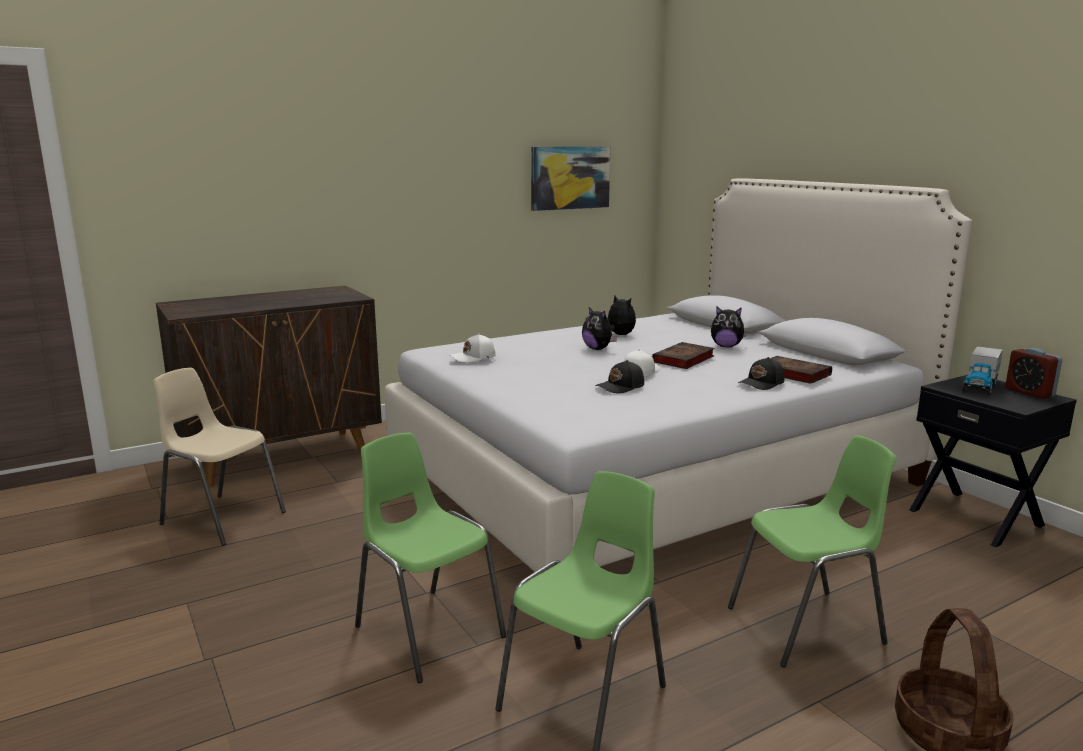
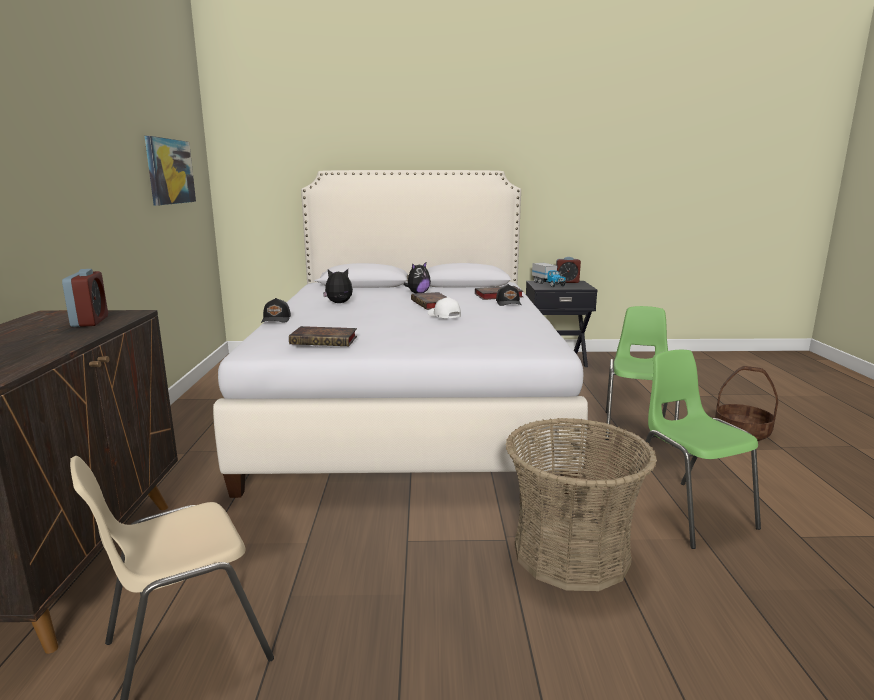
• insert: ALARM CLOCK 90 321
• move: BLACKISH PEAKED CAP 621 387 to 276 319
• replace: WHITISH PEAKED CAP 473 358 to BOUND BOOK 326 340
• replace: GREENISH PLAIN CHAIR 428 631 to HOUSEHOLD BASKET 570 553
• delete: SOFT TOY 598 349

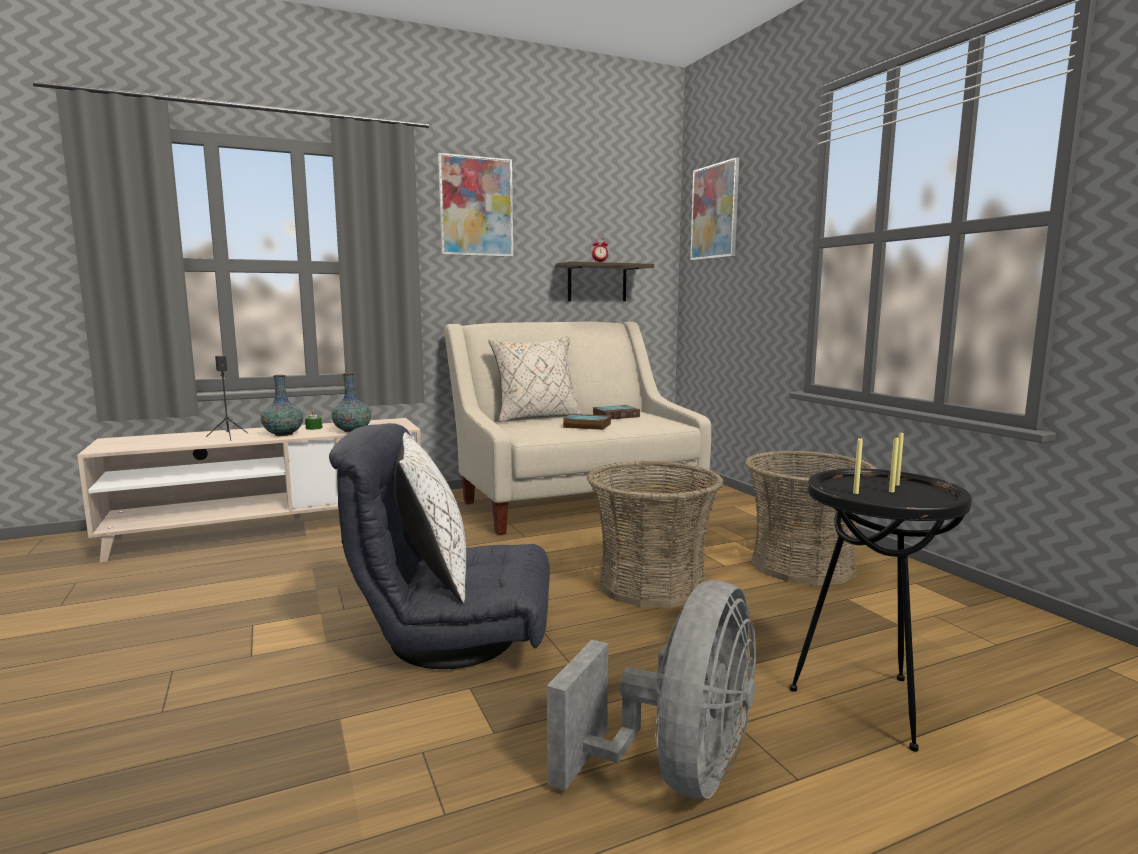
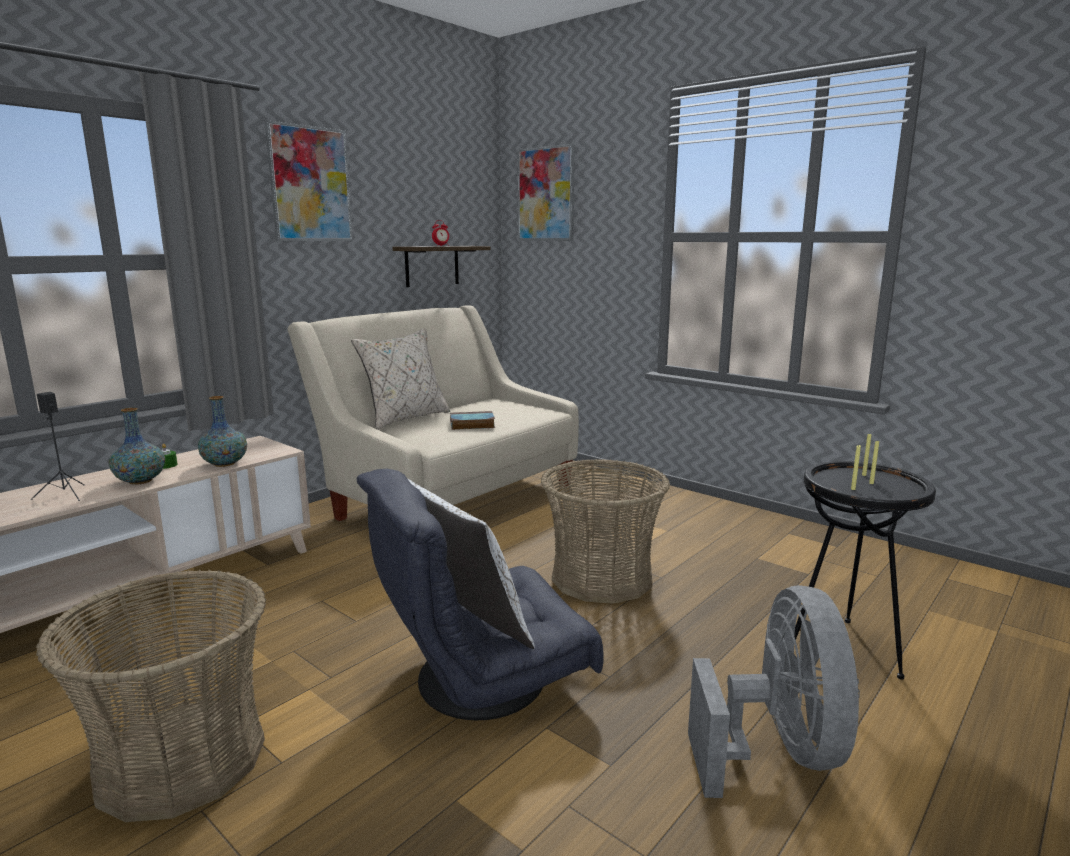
• move: HOUSEHOLD BASKET 802 564 to 181 759
• delete: BOUND BOOK 616 416

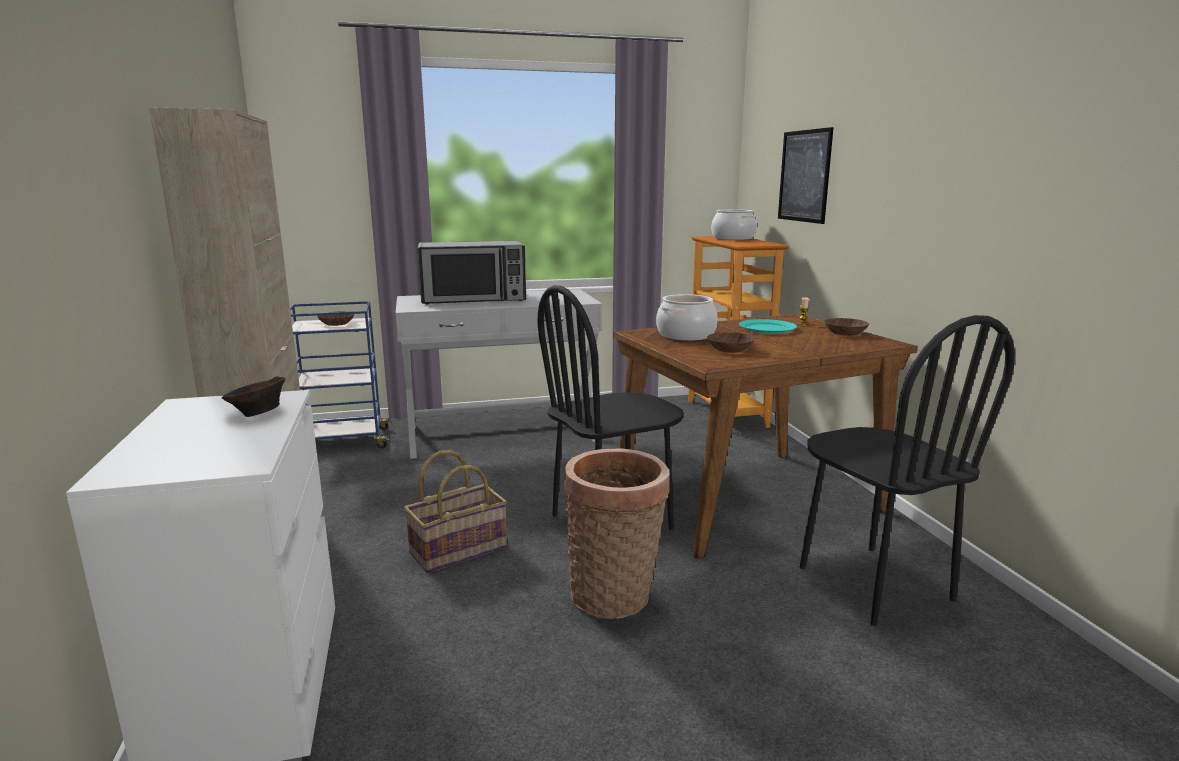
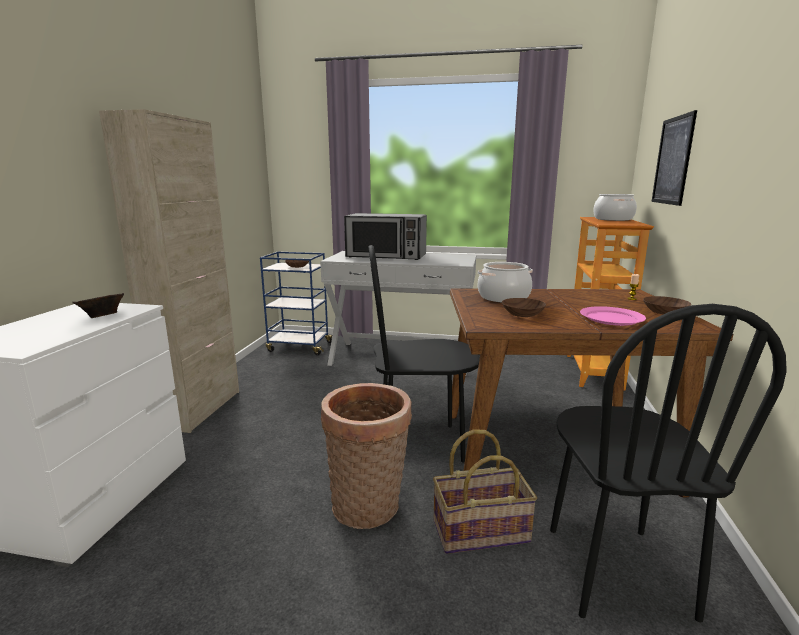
• move: HOUSEHOLD BASKET 458 549 to 480 530
• insert: PINKISH PLATE 611 318
• delete: TURQUOISE PLATE 767 329

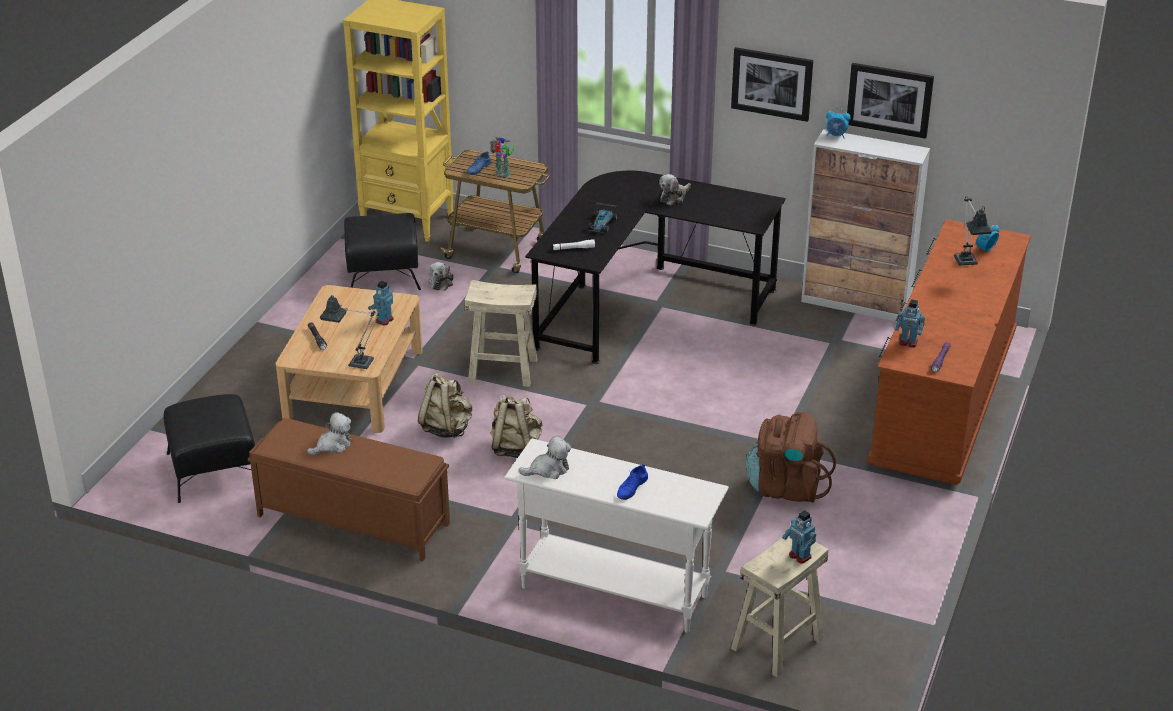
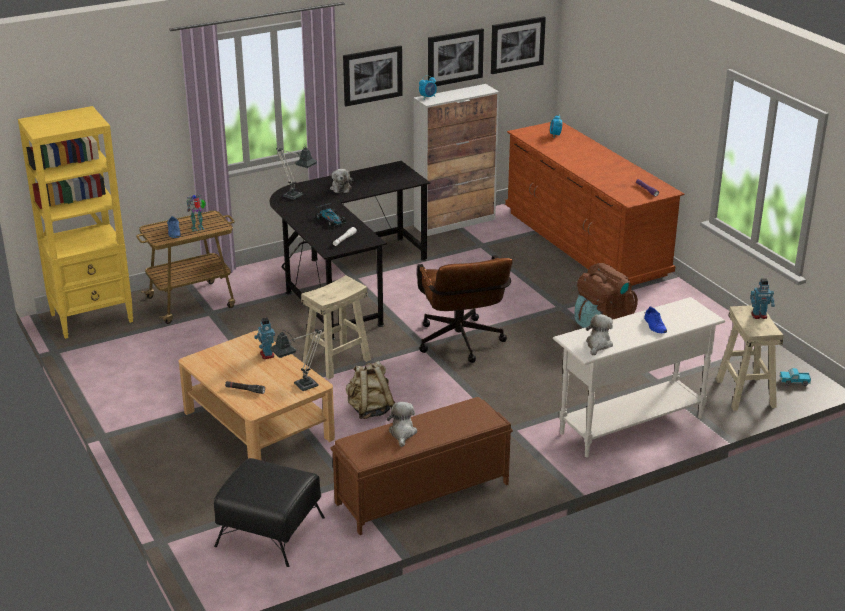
• move: TABLETOP LAMP 967 264 to 296 197
• insert: BROWN-COLOURED OFFICE CHAIR 461 345
• insert: WALL ART 517 44
• insert: TOY TRUCK 794 382
• delete: BLACKISH OTTOMAN 384 273
• delete: SOFT TOY 441 282
• delete: BEIGE-COLOURED BACKPACK 516 448
• delete: MODEL ROBOT 908 342

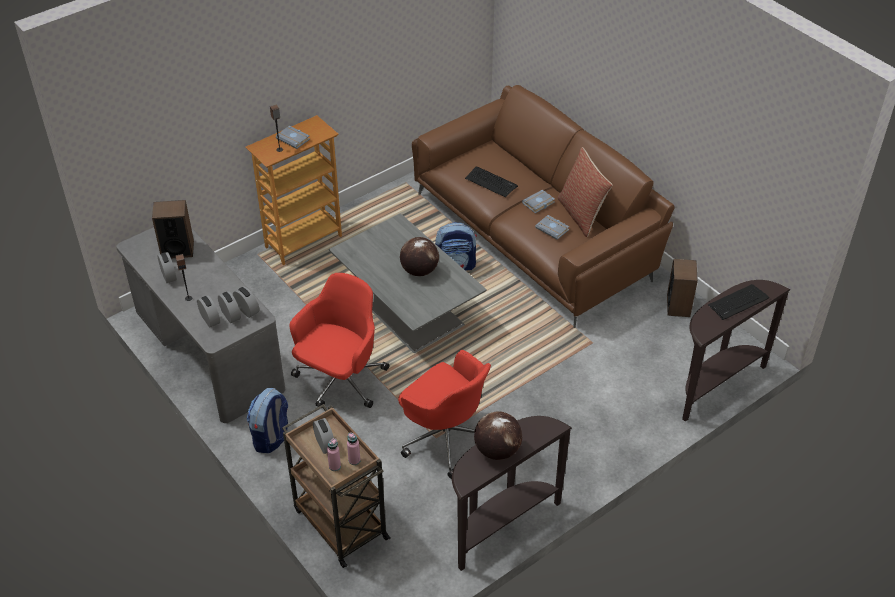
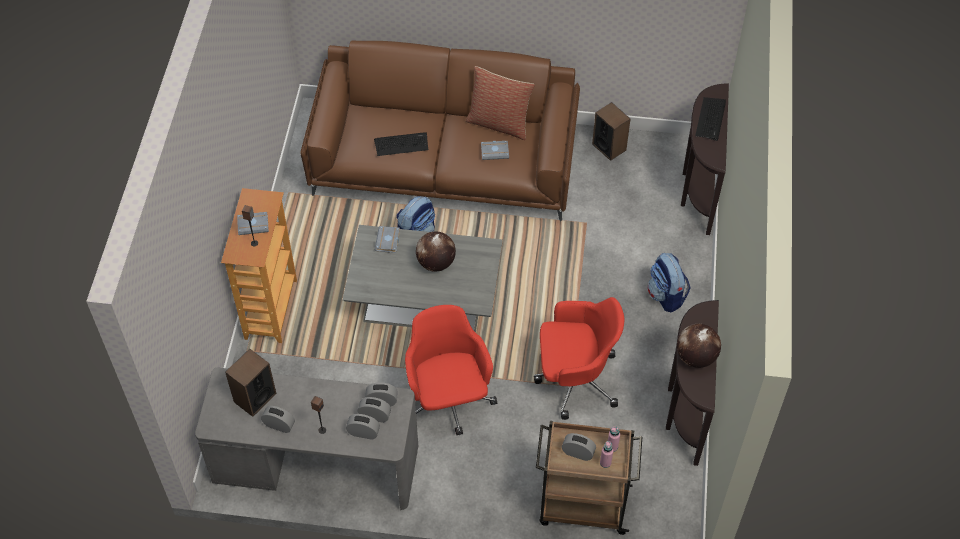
• move: GREYISH BOUND BOOK 538 204 to 388 241
• move: BACKPACK 271 438 to 666 296

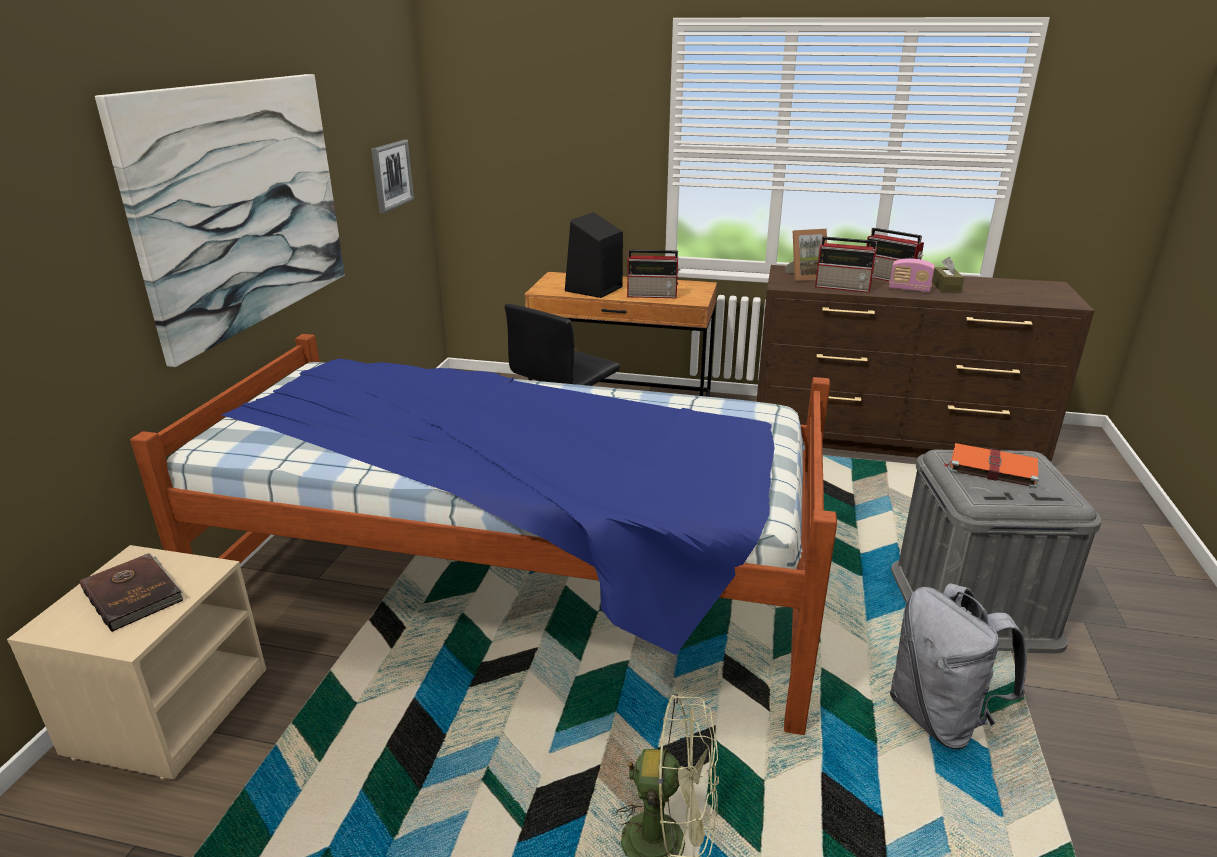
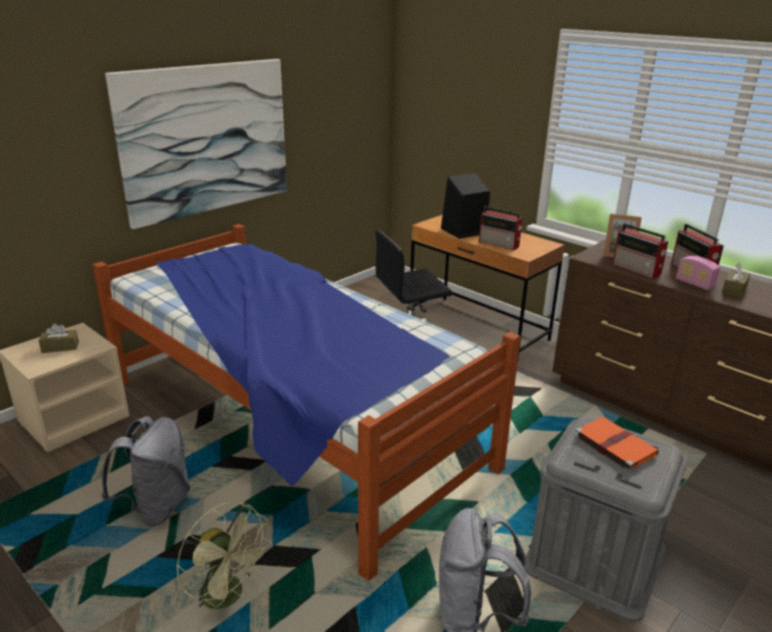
• replace: BROWN-COLOURED BOUND BOOK 134 593 to BROWN-COLOURED BOX OF TISSUES 60 347
• insert: GREYISH BACKPACK 156 507
• delete: WALL ART 391 175

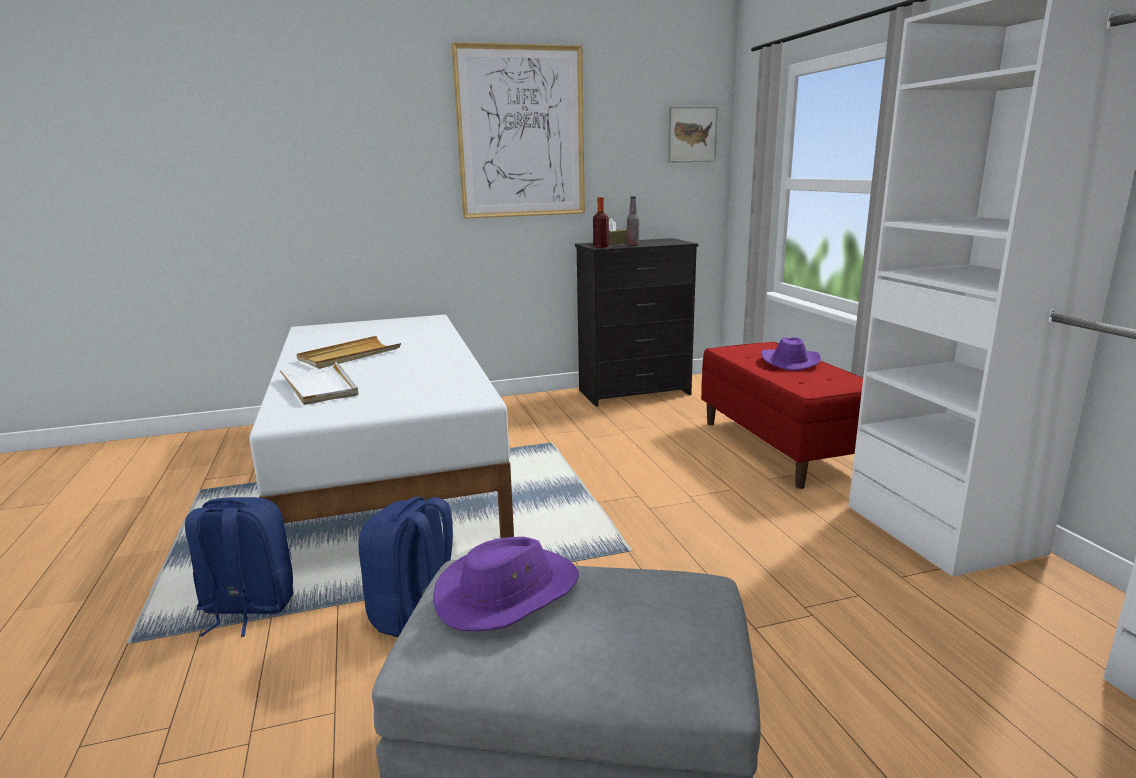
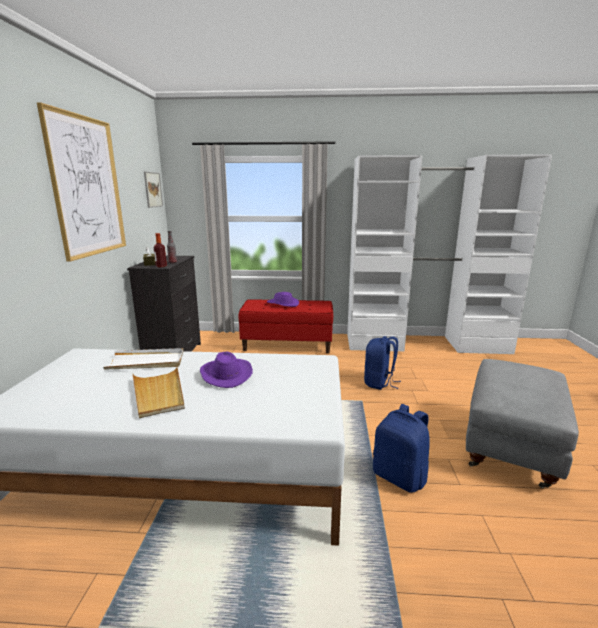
• move: WHITISH CARRYING TRAY 320 387 to 146 362
• move: PURPLISH WEARABLE HAT 507 592 to 225 374
• move: BLUE BACKPACK 246 608 to 379 383

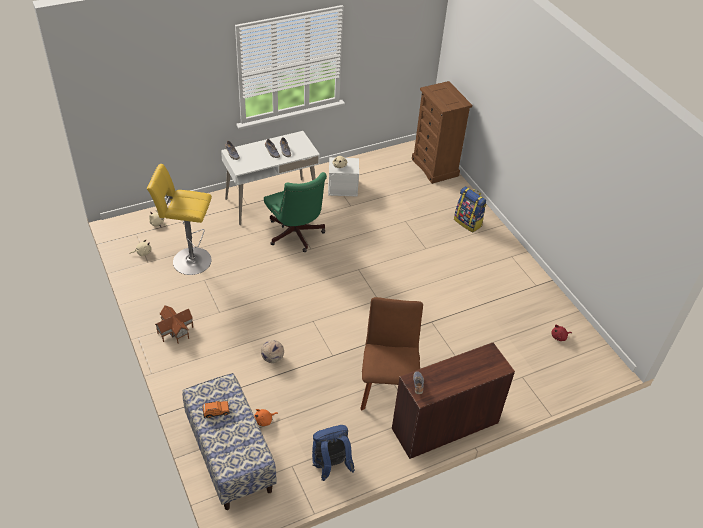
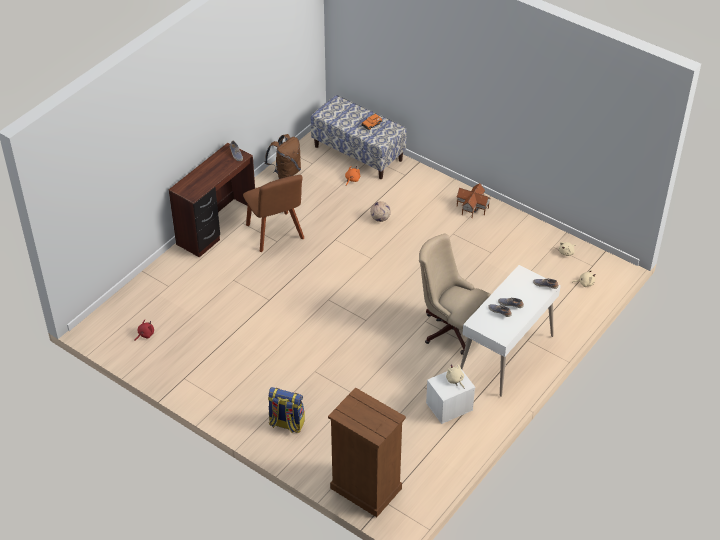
• recolor: BLUE BACKPACK 330 466 to BROWN-COLOURED BACKPACK 285 173
• recolor: GREENISH OFFICE CHAIR 296 236 to BEIGE-COLOURED OFFICE CHAIR 449 328
• delete: YELLOW-COLOURED STOOL 189 260

